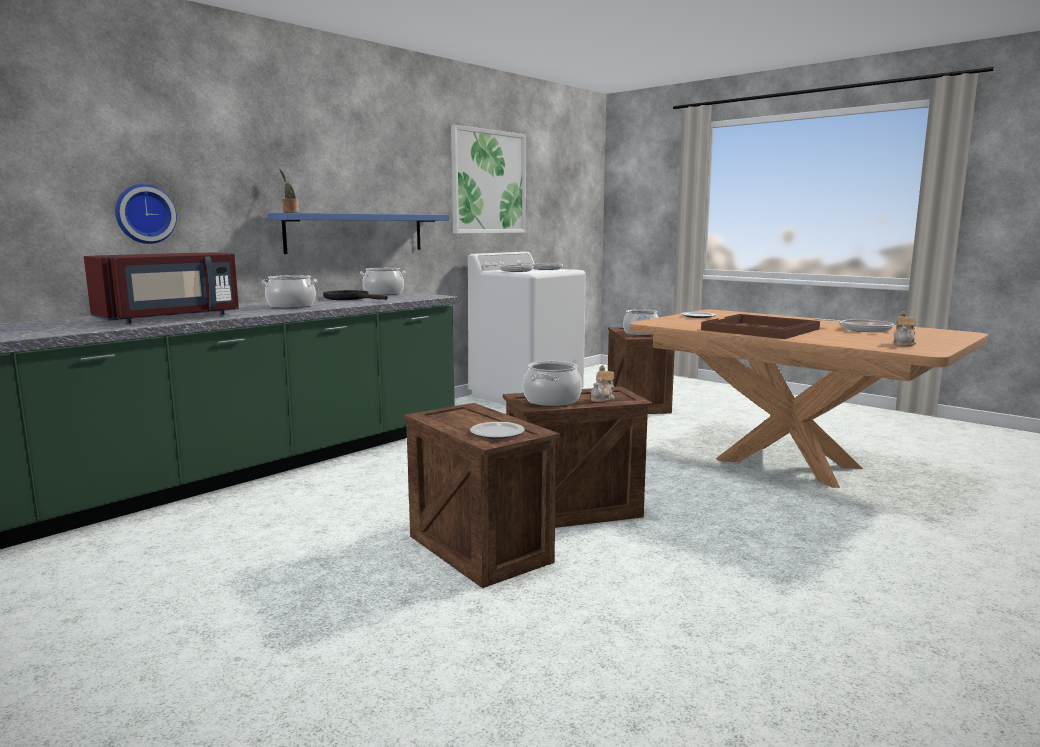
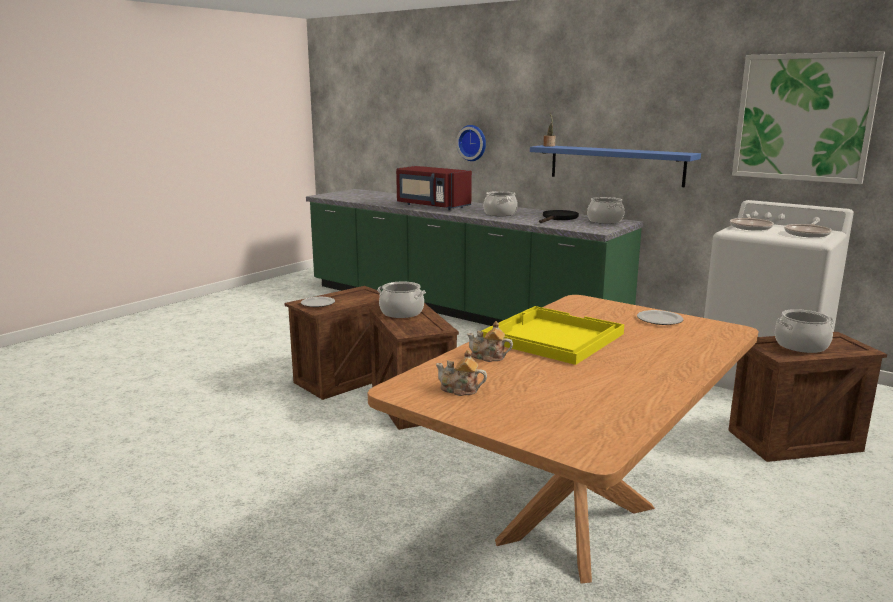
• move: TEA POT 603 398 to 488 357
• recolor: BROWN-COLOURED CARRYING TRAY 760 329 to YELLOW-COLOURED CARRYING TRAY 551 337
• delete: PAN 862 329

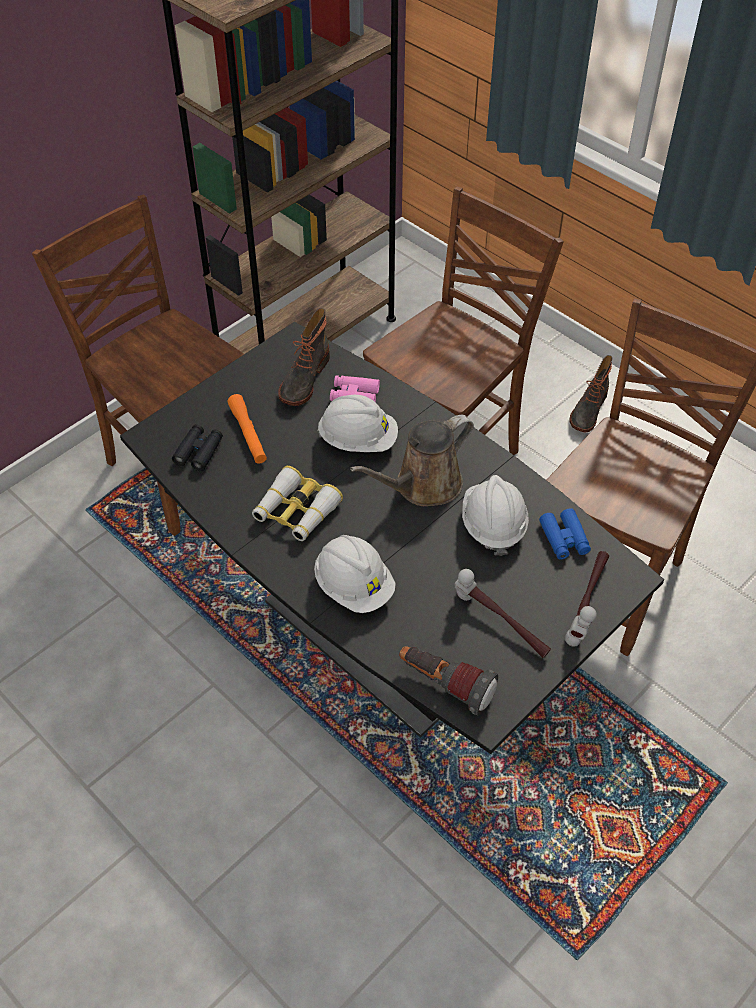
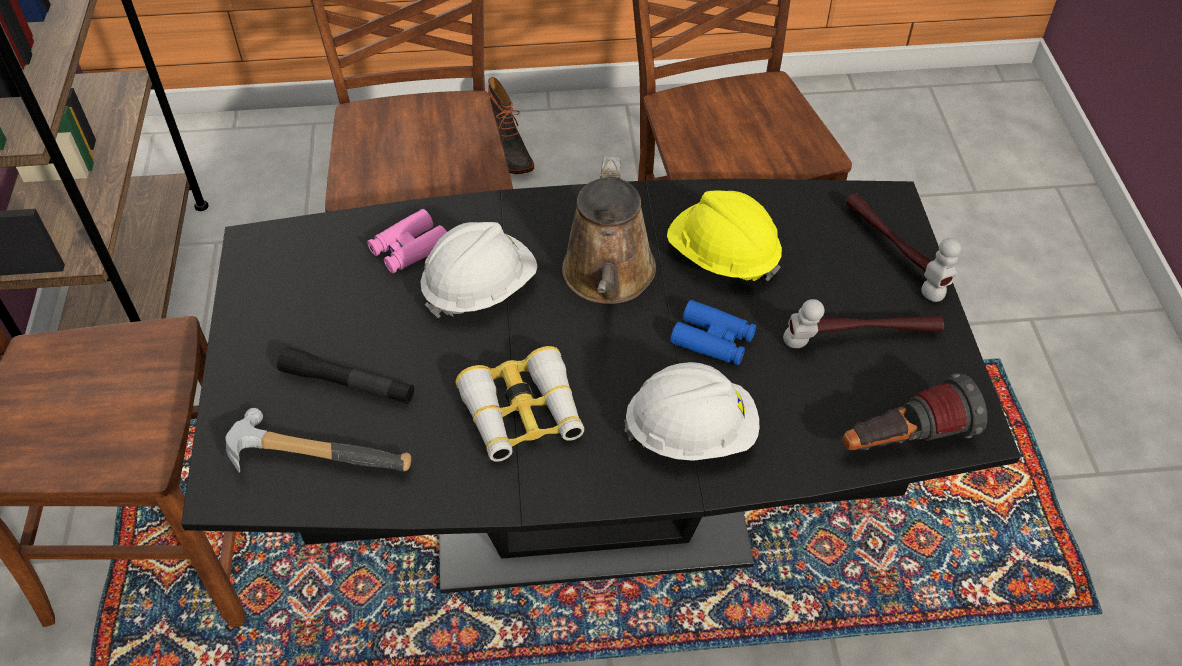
• replace: BLACKISH PAIR OF BINOCULARS 199 451 to TOOL HAMMER 316 453
• recolor: ORANGEY FLASHLIGHT 248 434 to BLACKISH FLASHLIGHT 348 384
• recolor: WHITISH HARD HAT 493 525 to YELLOW-COLOURED HARD HAT 722 257
• move: BLUE PAIR OF BINOCULARS 564 539 to 713 340
• delete: TALL BOOT 303 379

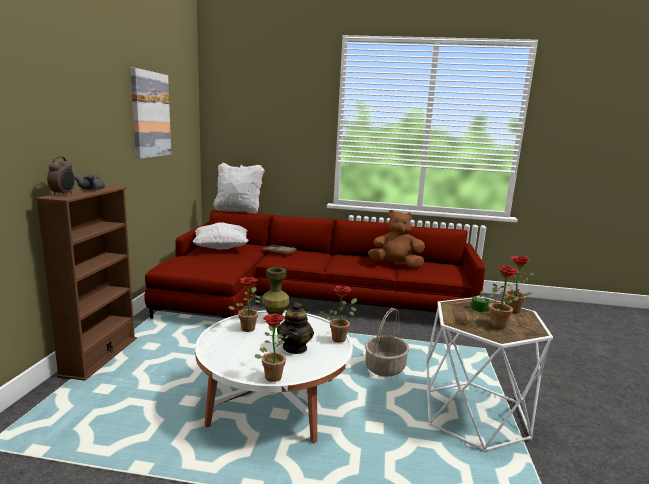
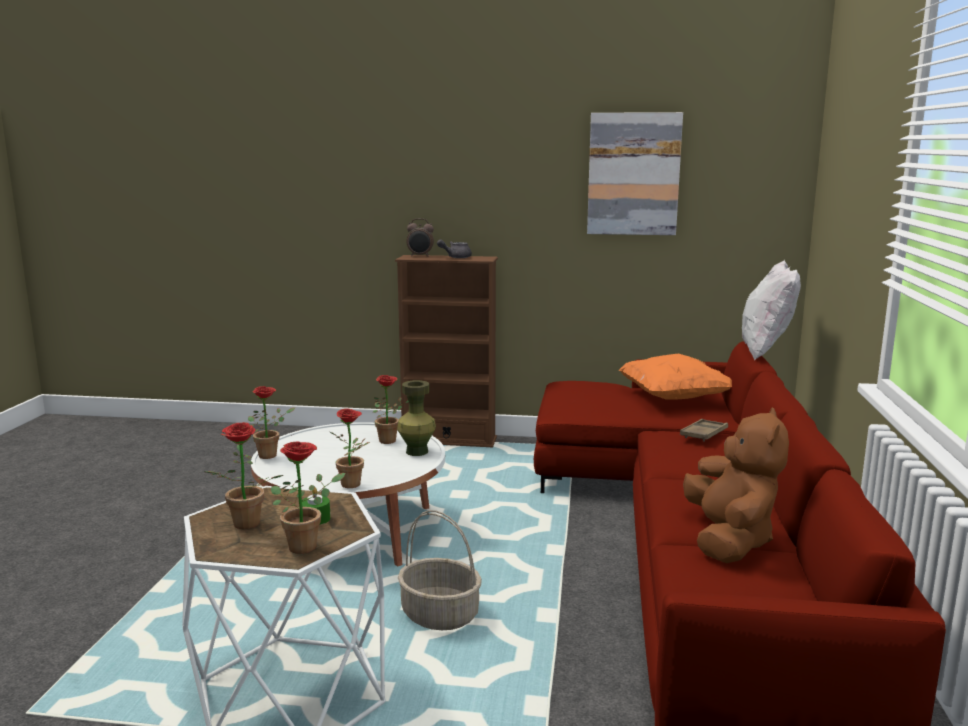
• recolor: WHITISH CUSHION 221 248 to ORANGEY CUSHION 673 398
• delete: TEA POT 295 348

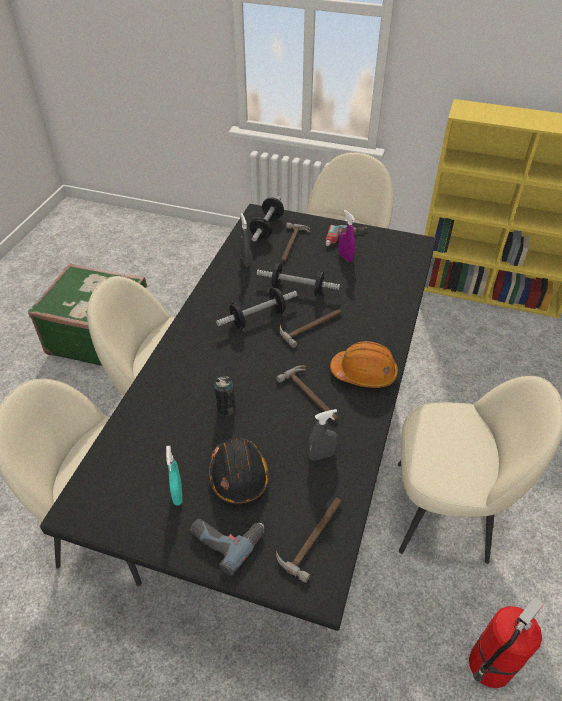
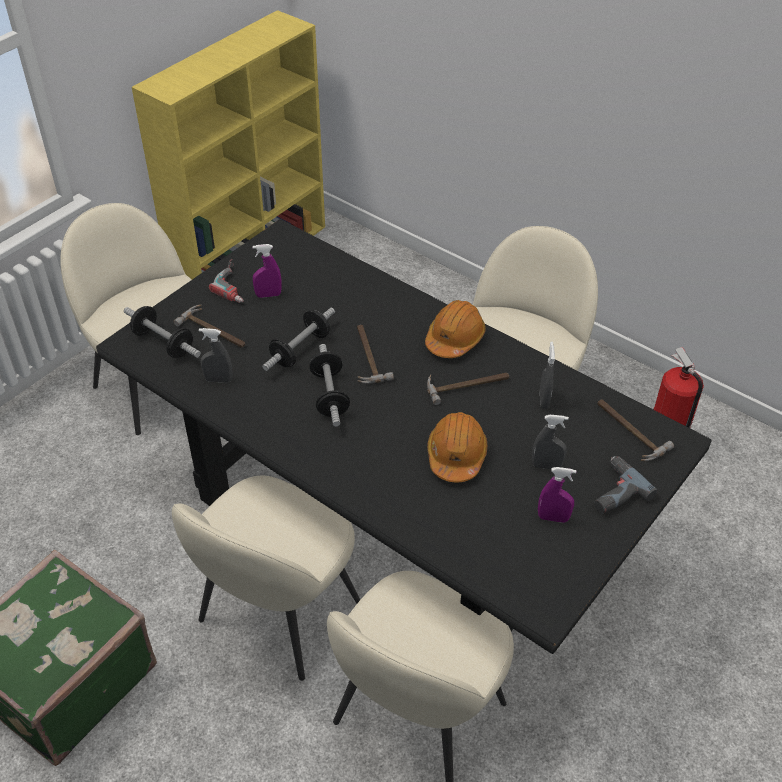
• replace: CAN 226 408 to ORANGEY HARD HAT 456 455
• replace: BLACKISH HARD HAT 238 475 to GREYISH SPRAYER 546 466
• recolor: TURQUOISE SPRAYER 177 494 to PURPLISH SPRAYER 553 518

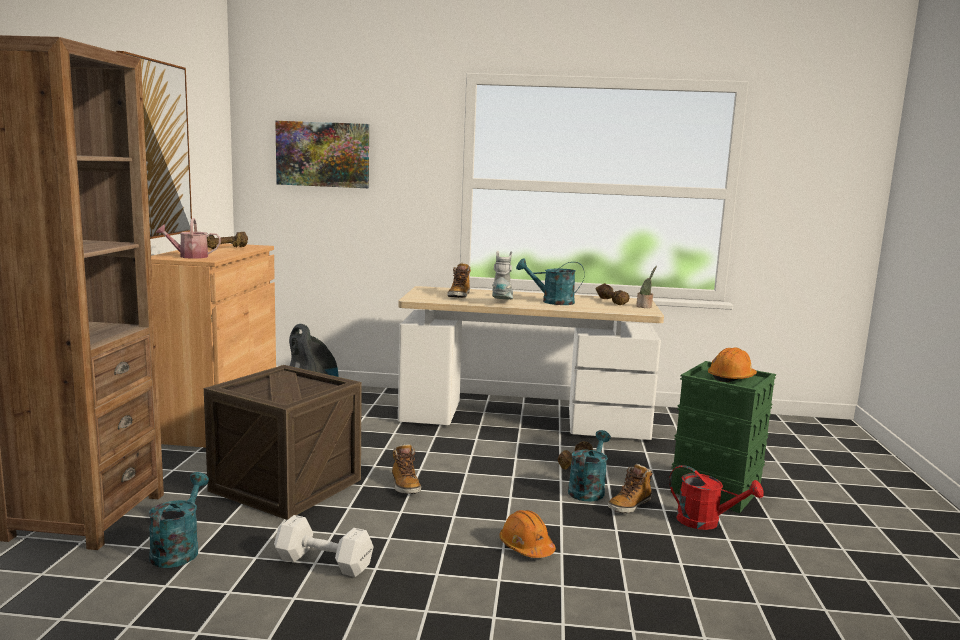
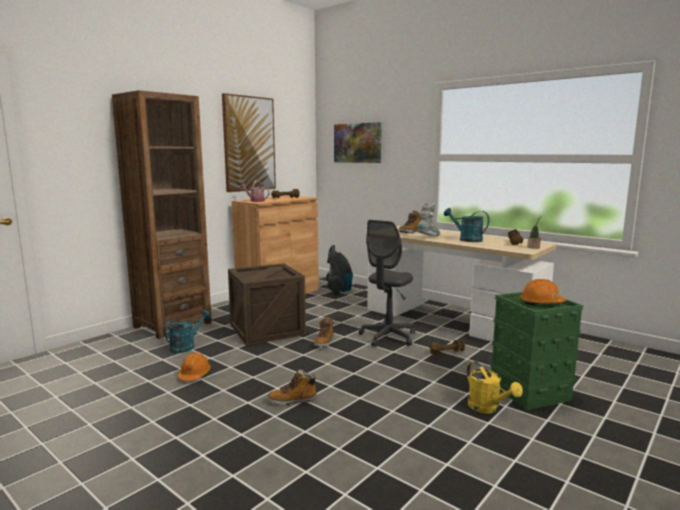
• move: ORANGEY HARD HAT 526 547 to 194 375
• move: TALL BOOT 629 505 to 292 400
• insert: GREYISH OFFICE CHAIR 388 337
• recolor: REDDISH WATERING CAN 706 522 to YELLOW-COLOURED WATERING CAN 488 408
• delete: WHITISH FREE WEIGHT 322 562
• delete: TURQUOISE WATERING CAN 588 489

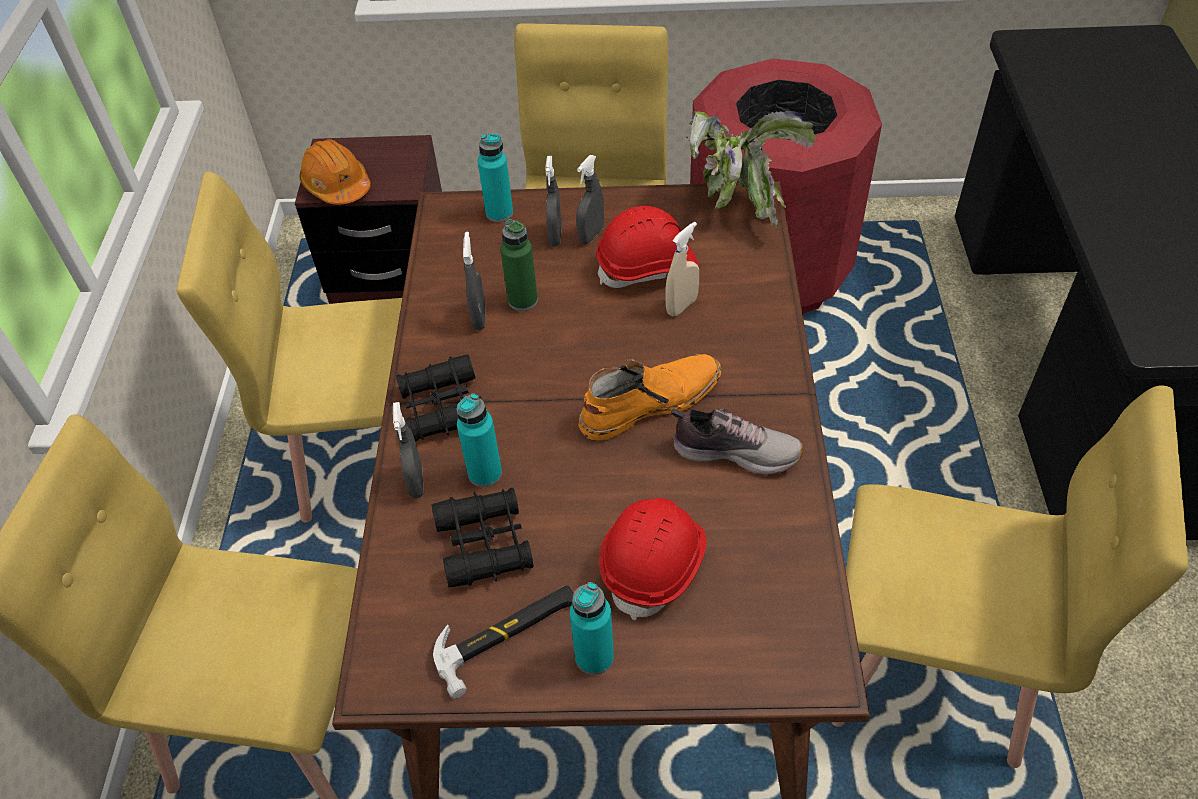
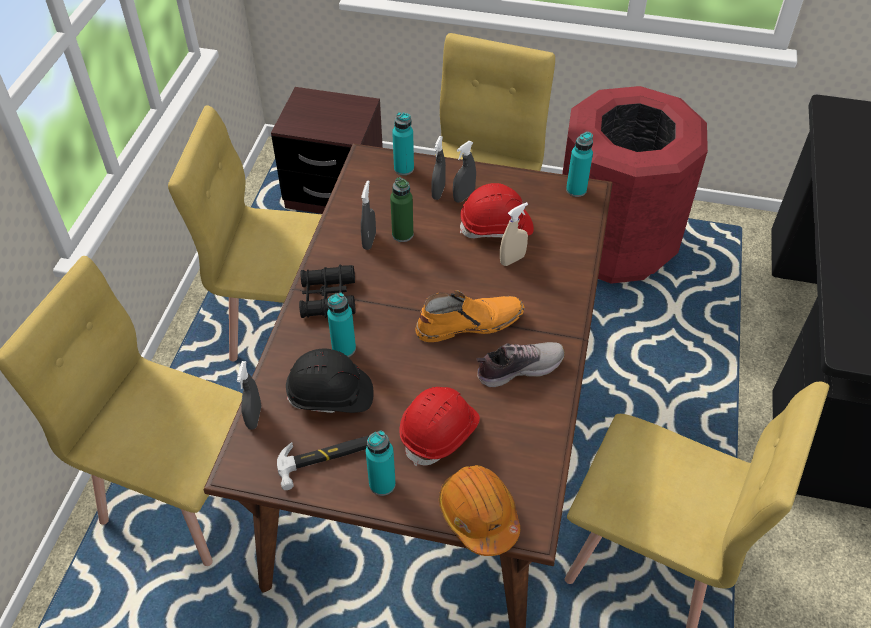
• move: GREYISH SPRAYER 416 482 to 254 417
• replace: BLACKISH PAIR OF BINOCULARS 484 544 to BLACKISH HARD HAT 330 395
• move: ORANGEY HARD HAT 337 185 to 478 515
• rotate: ITEM OF FOOTWEAR 735 451 = 518 368 45 degrees counterclockwise
• replace: PLANT IN A POT 737 200 to TURQUOISE BOTTLE 576 190

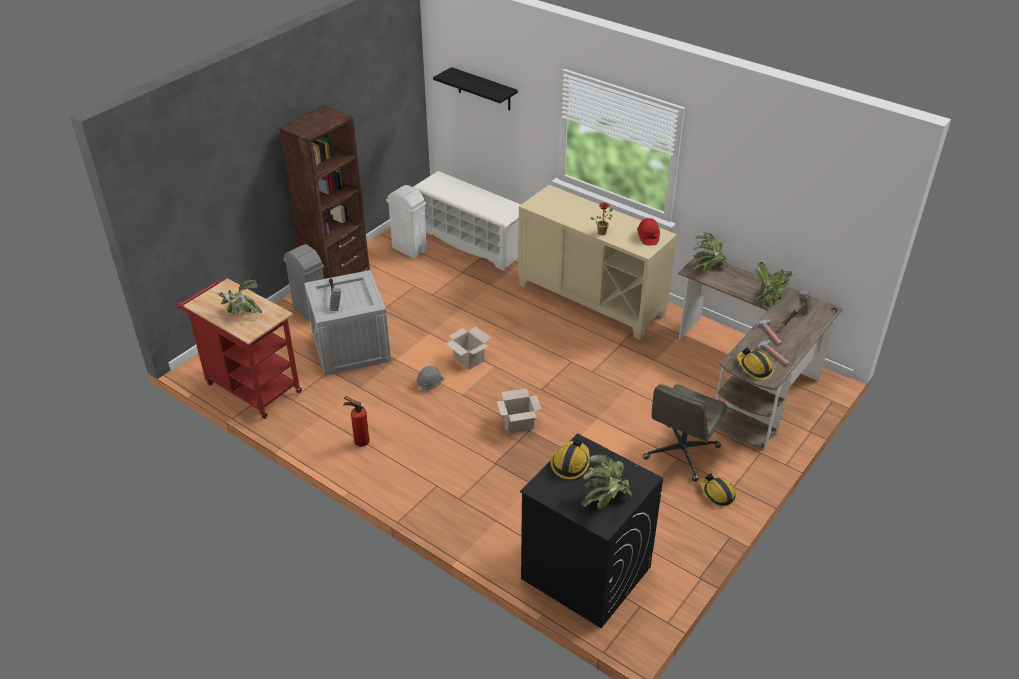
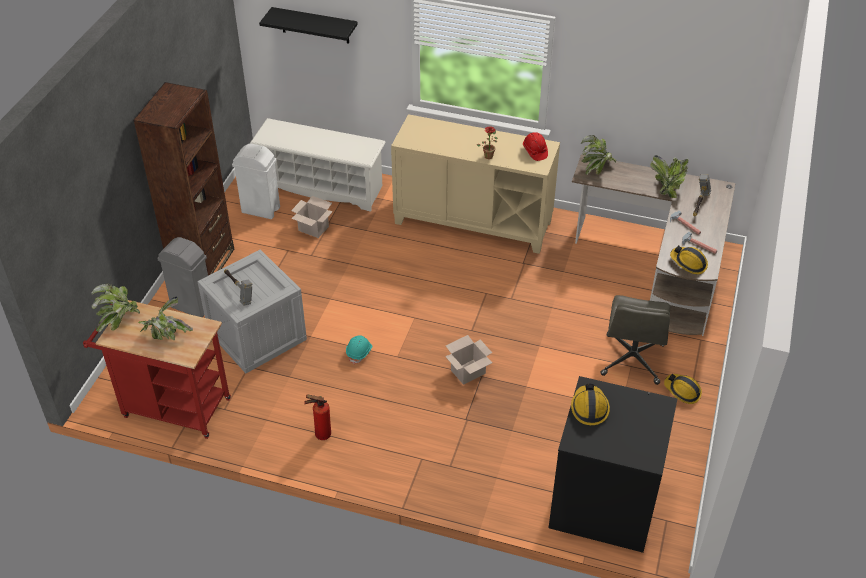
• move: PLANT IN A POT 605 497 to 118 320
• move: PACKING BOX 468 359 to 312 228
• recolor: GREYISH HARD HAT 430 383 to TURQUOISE HARD HAT 359 352

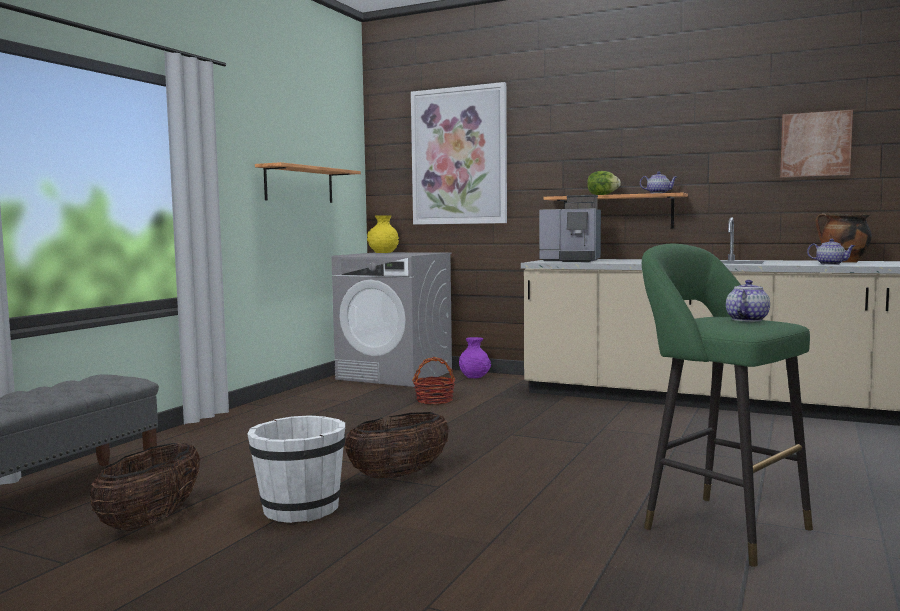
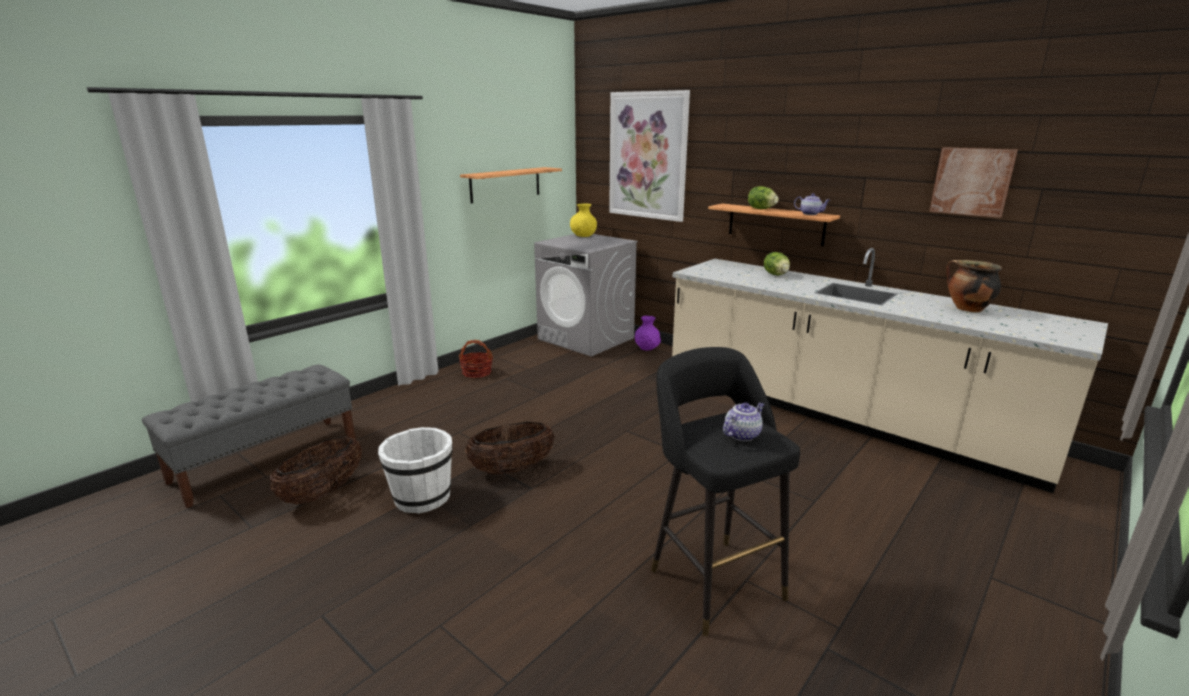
• move: HOUSEHOLD BASKET 434 400 to 477 372
• recolor: GREENISH STOOL 718 526 to BLACKISH STOOL 712 579
• insert: LETTUCE HEAD 776 275
• delete: COFFEE MAKER 572 260
• delete: TEA POT 831 264

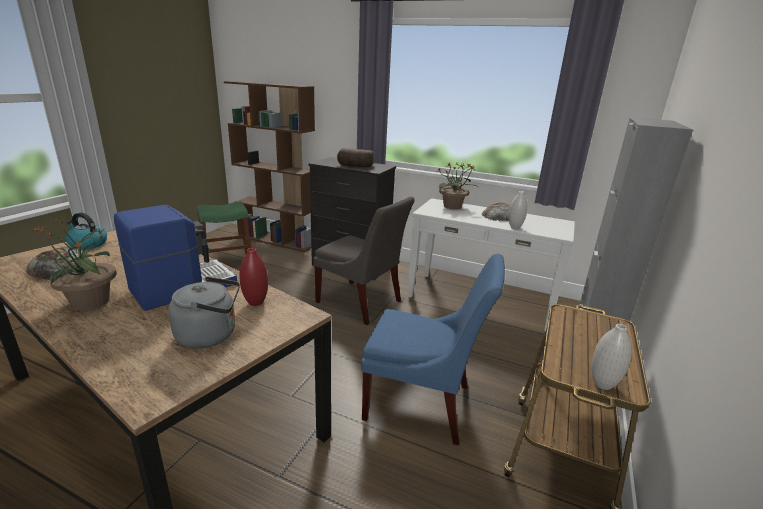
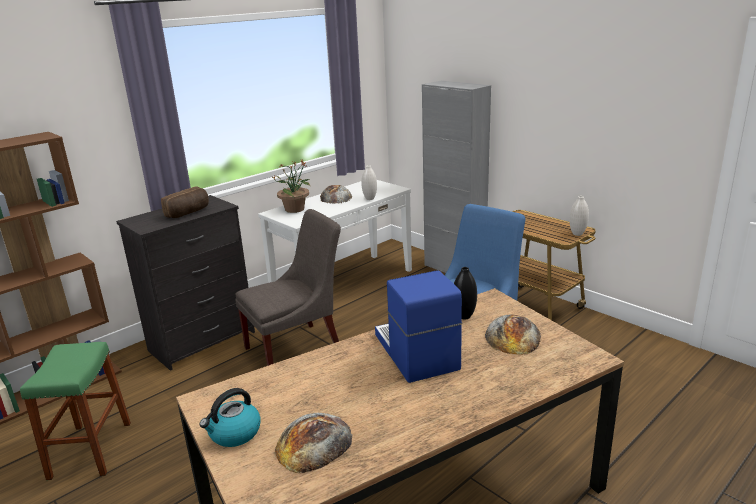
• recolor: REDDISH VASE 255 303 to BLACKISH VASE 464 316
• replace: GREYISH TEA KETTLE 210 335 to BAKED BREAD 513 336
• delete: PLANT IN A POT 89 302

